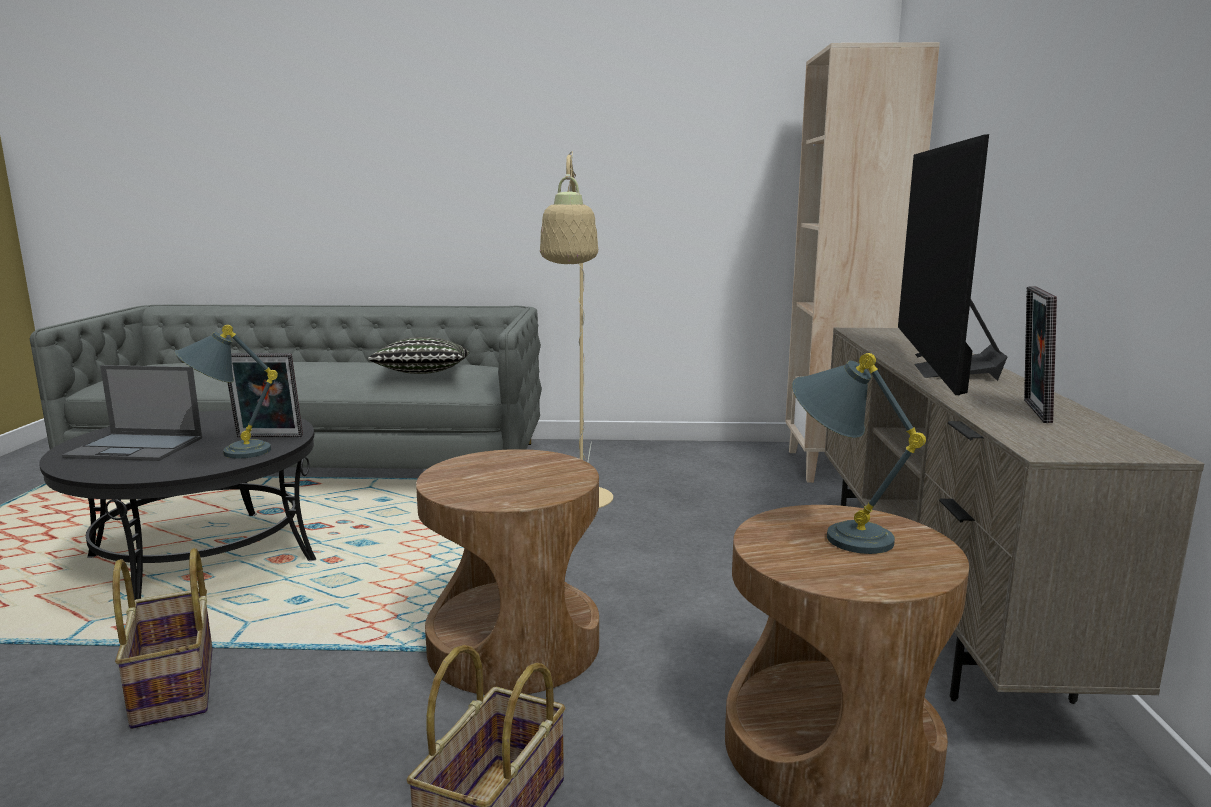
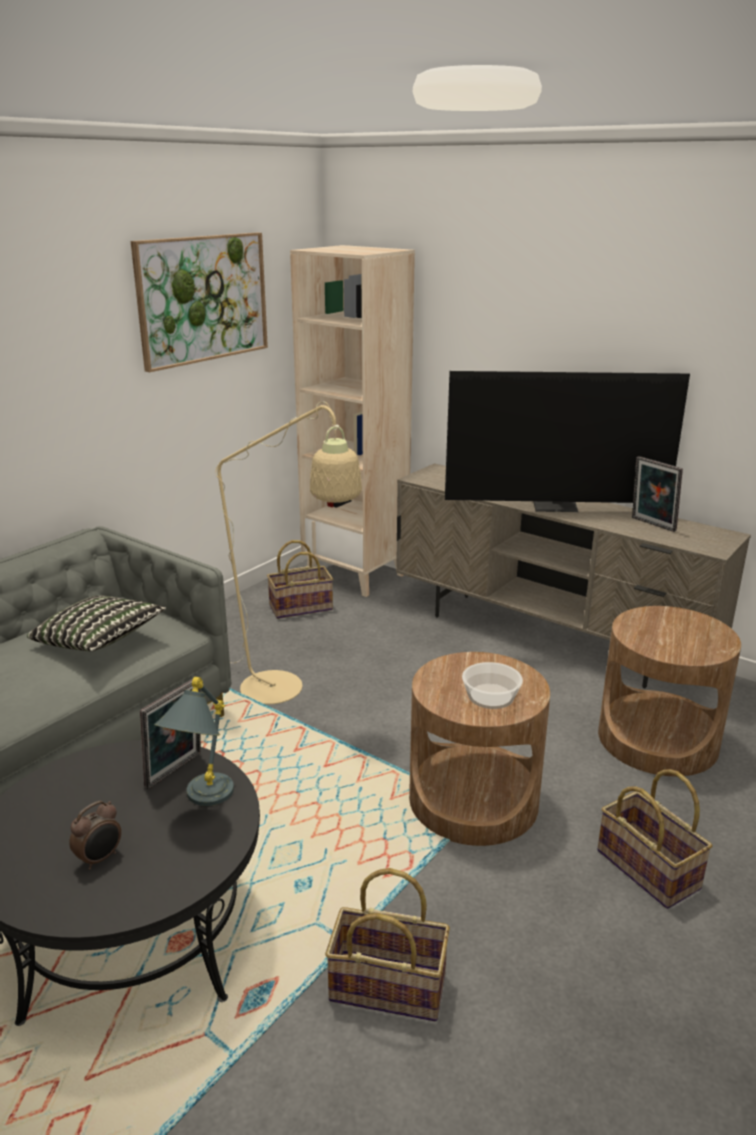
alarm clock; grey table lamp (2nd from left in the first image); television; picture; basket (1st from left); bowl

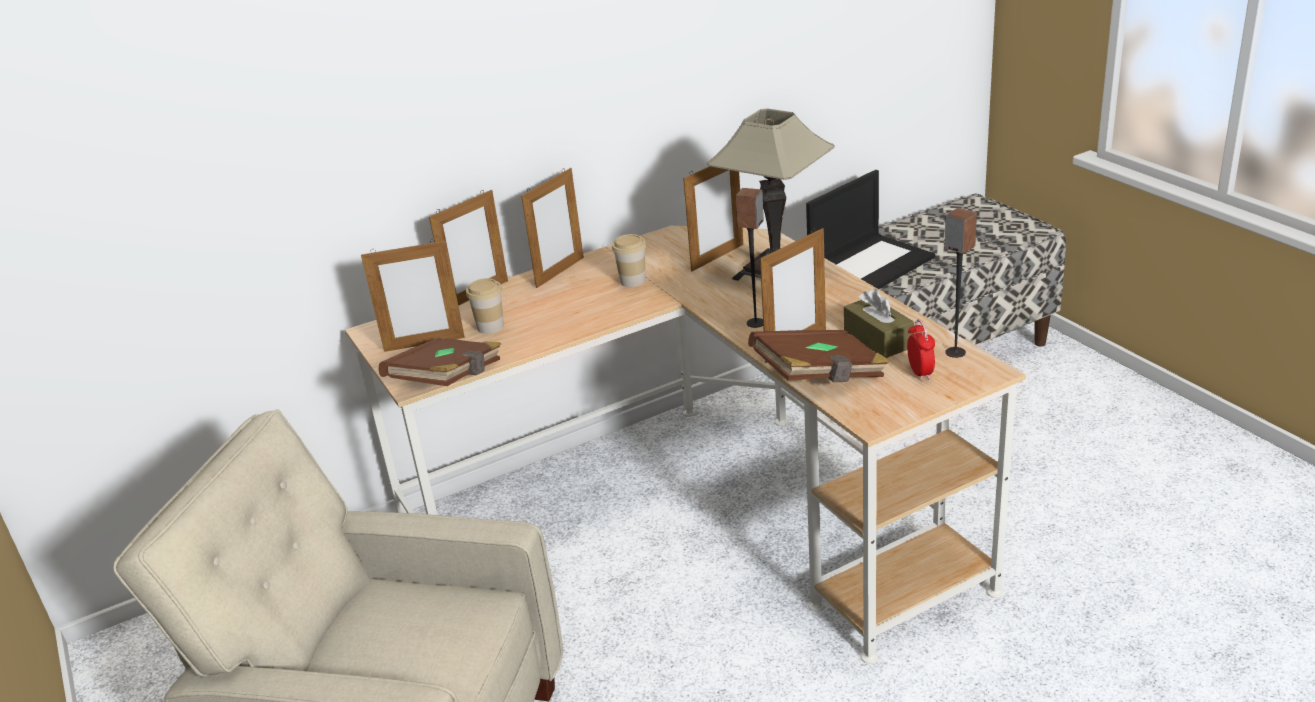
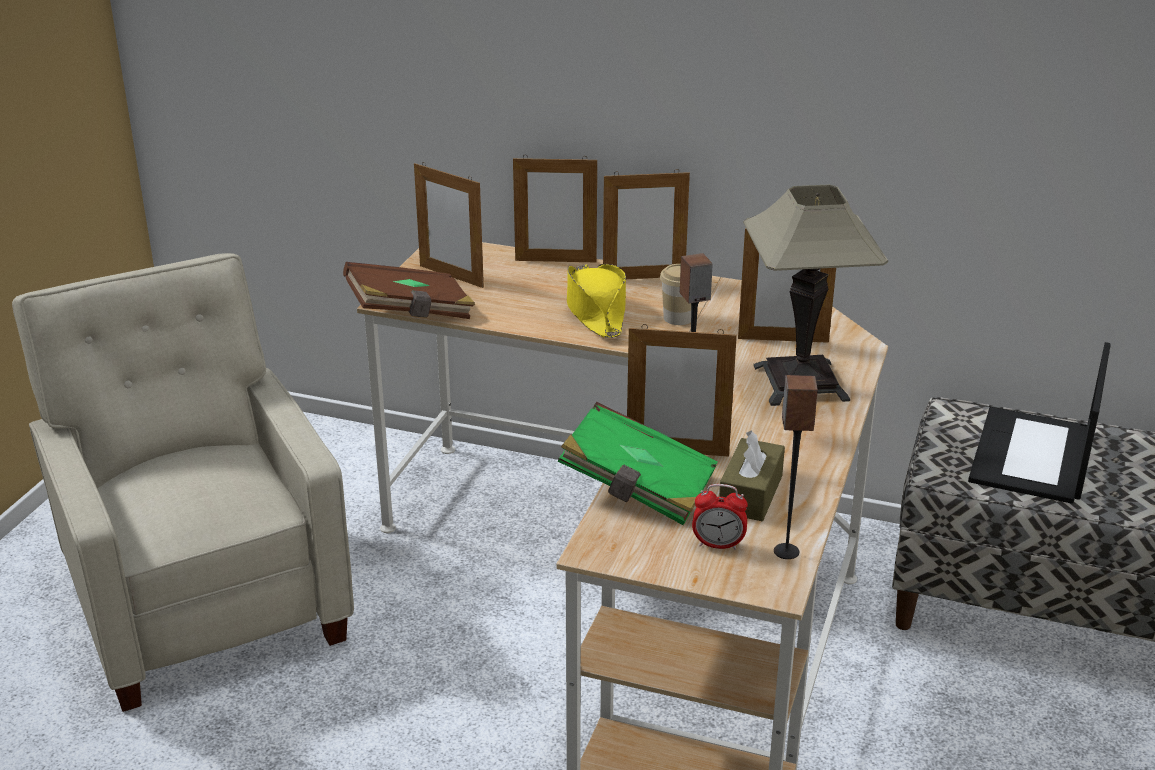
cup (1st from left in the first image); green book; laptop; alarm clock; yellow hat

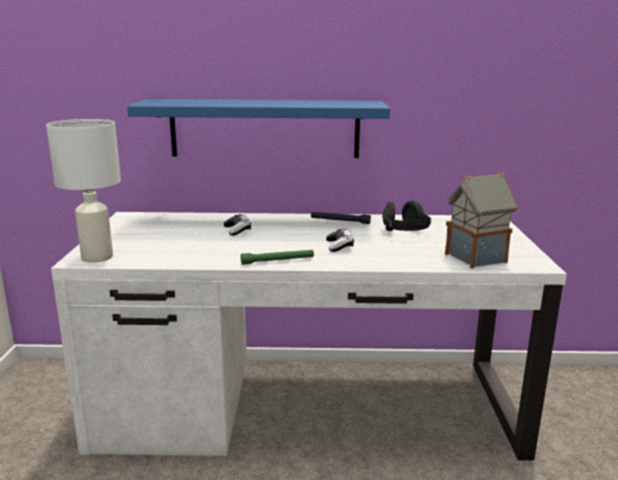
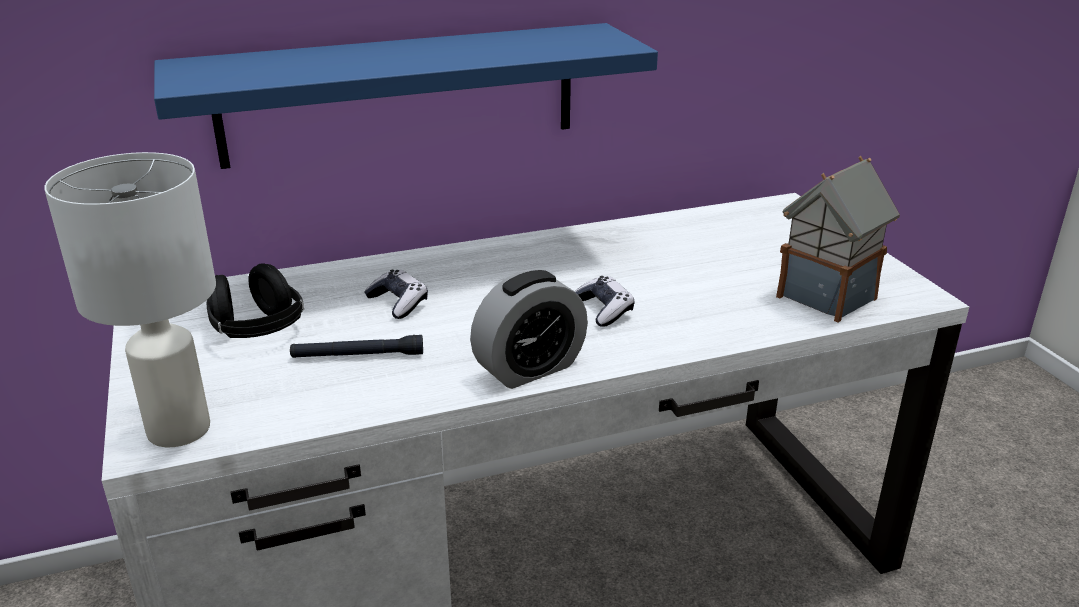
alarm clock; black flashlight; black headphones

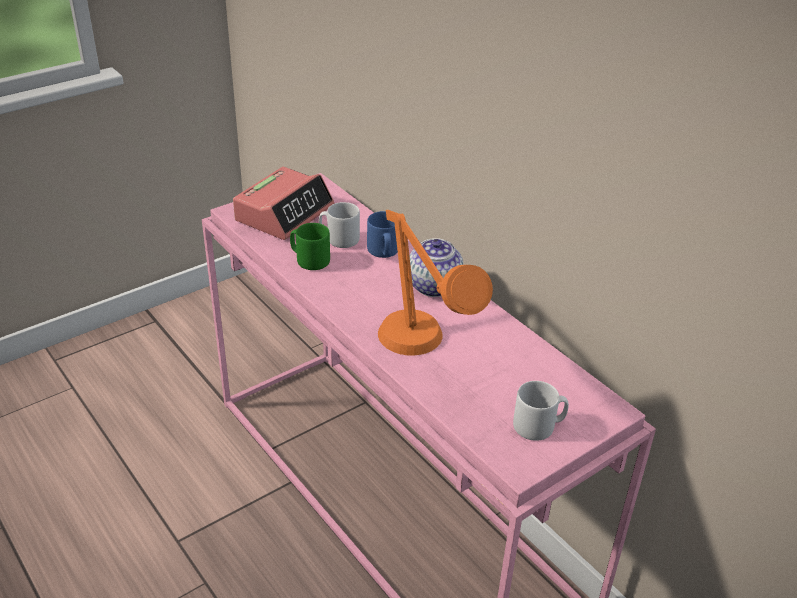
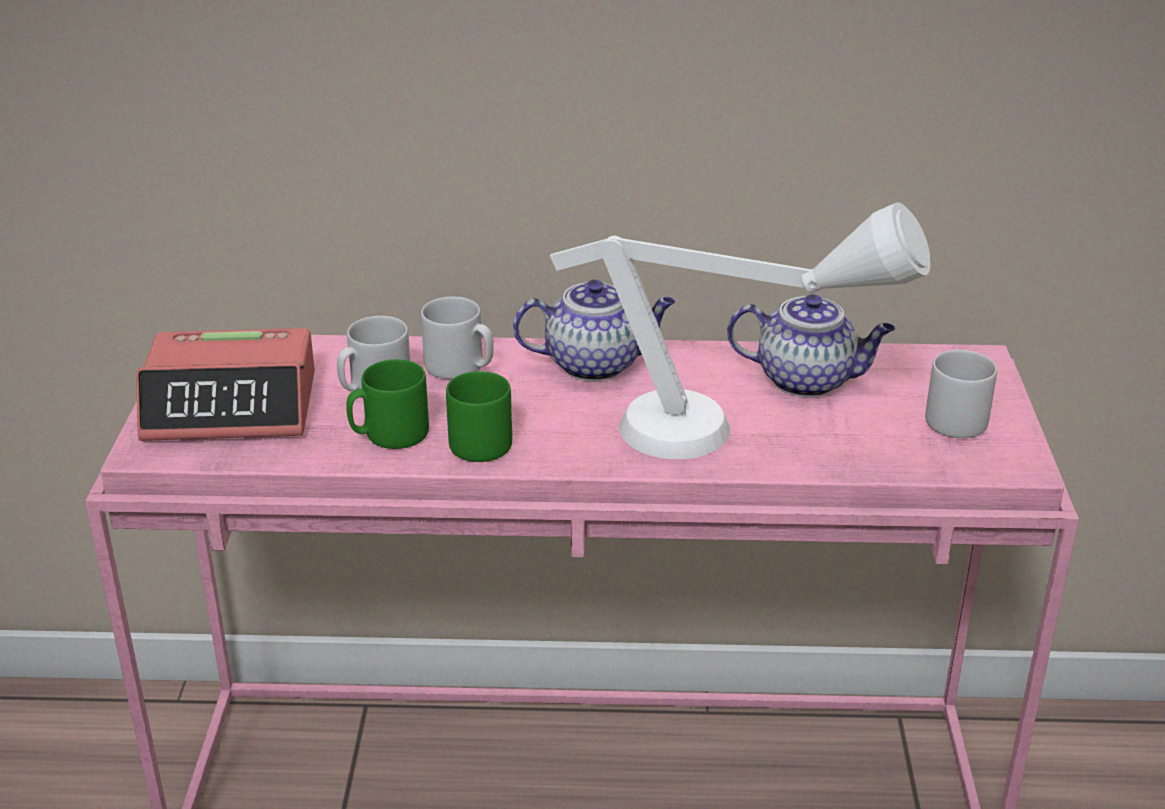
alarm clock; grey mug (2nd from left); white table lamp; green mug (2nd from left); teapot (2nd from left)

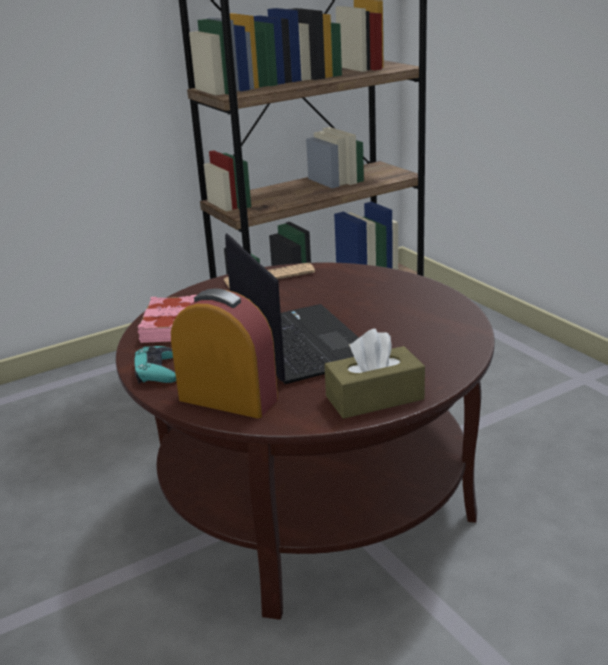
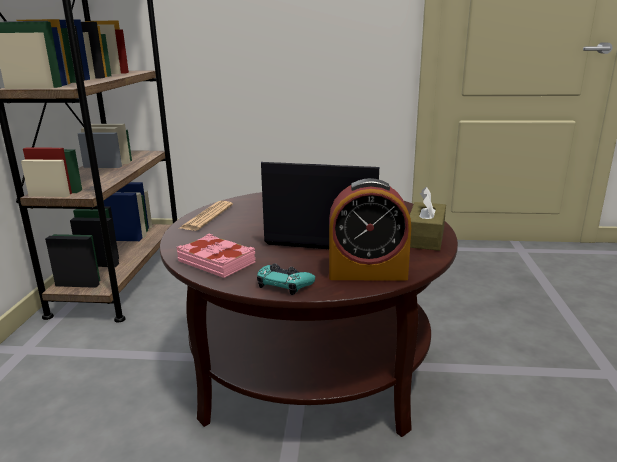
alarm clock

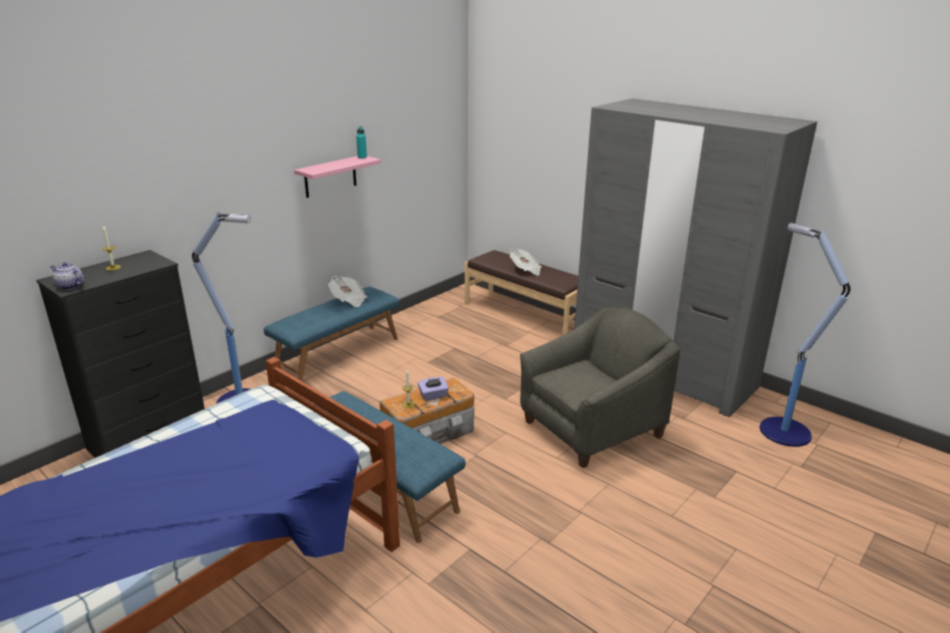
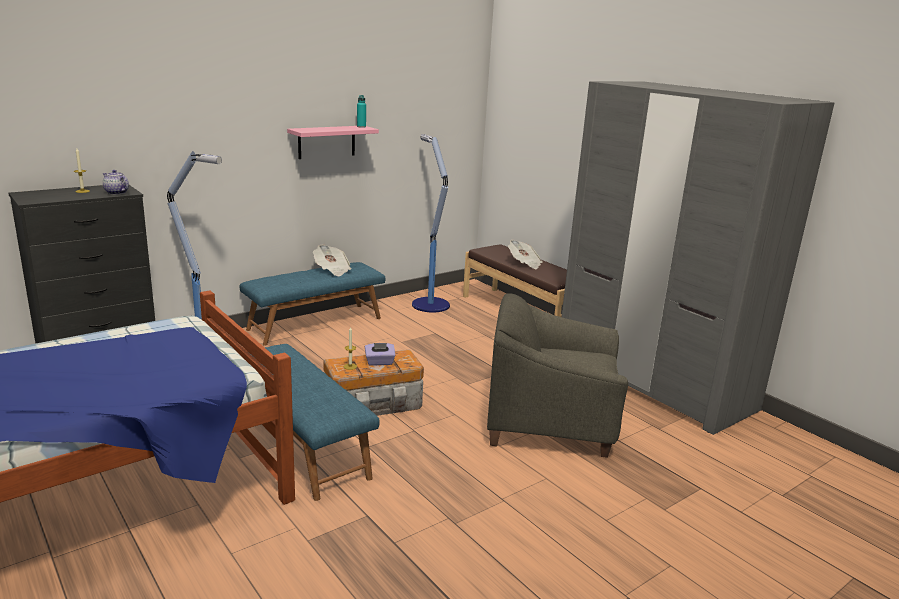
teapot; grey armchair; floor lamp (2nd from left)

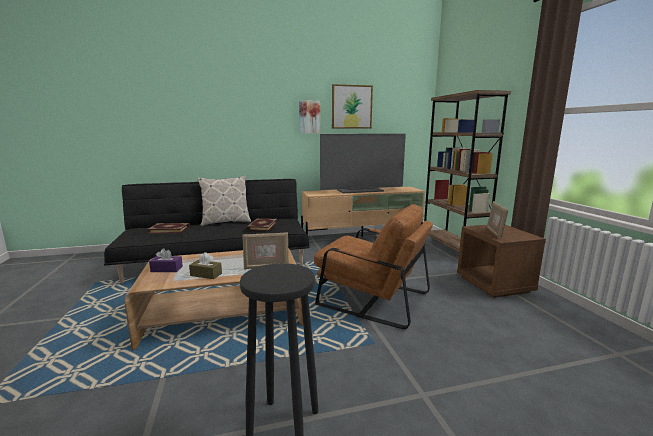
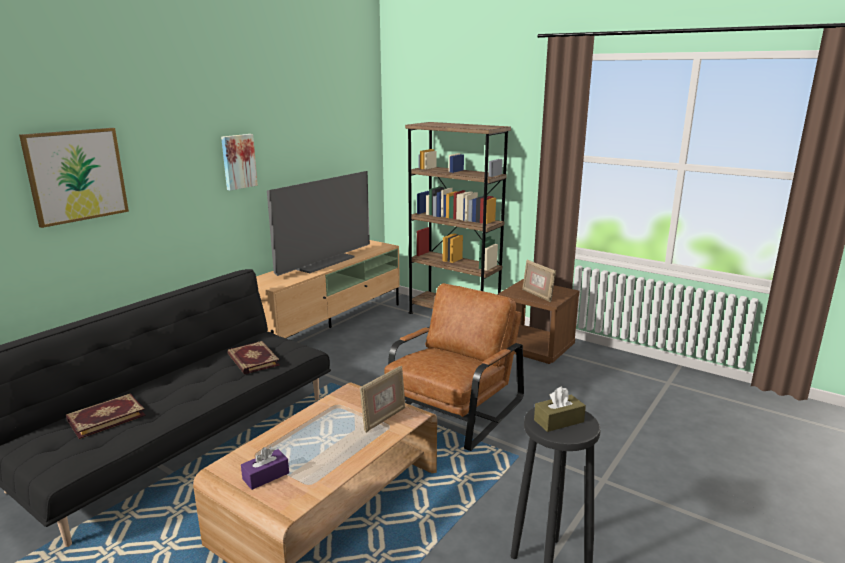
brown tissue box; pillow; brown armchair; picture (1st from left)

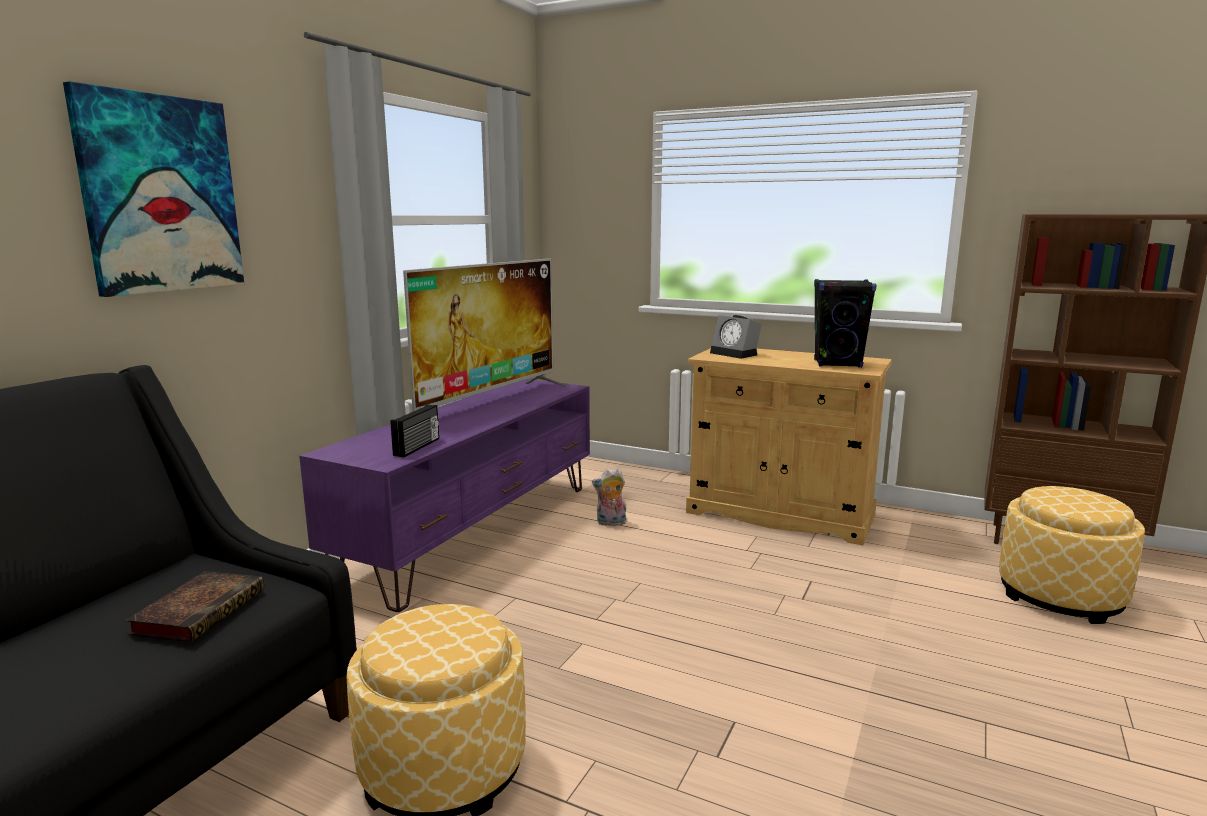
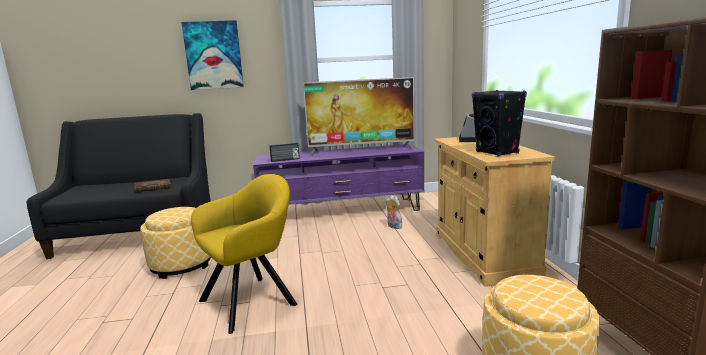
yellow armchair

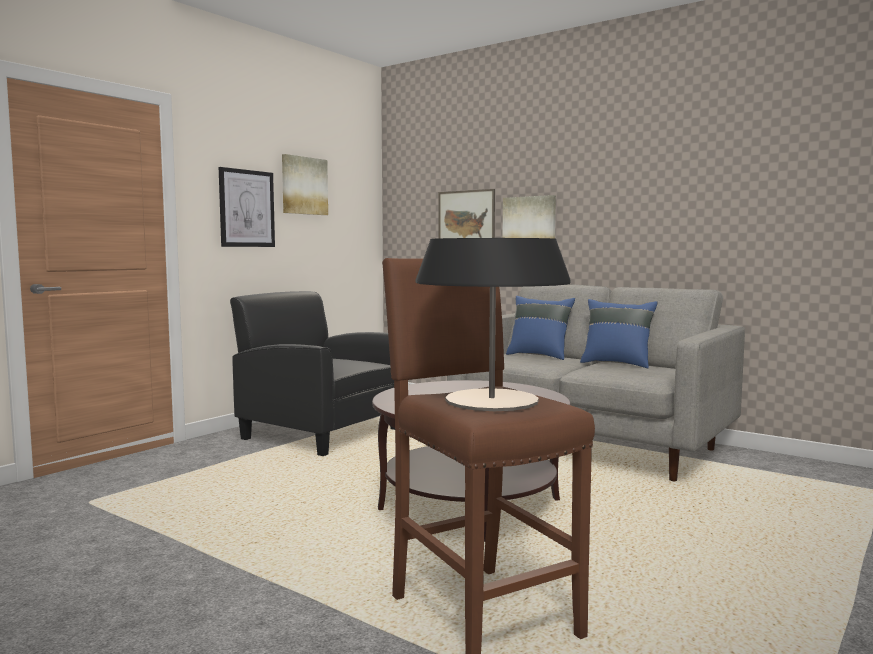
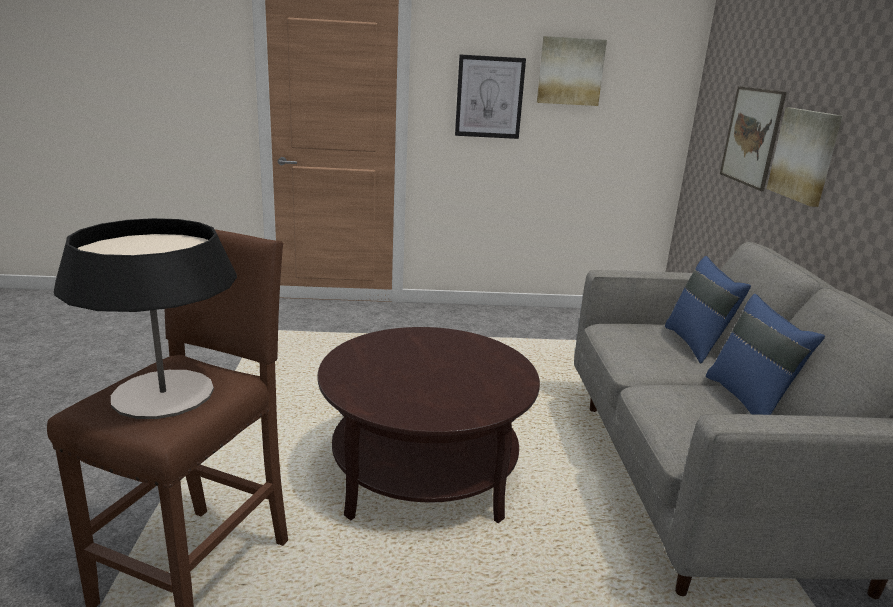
black armchair

